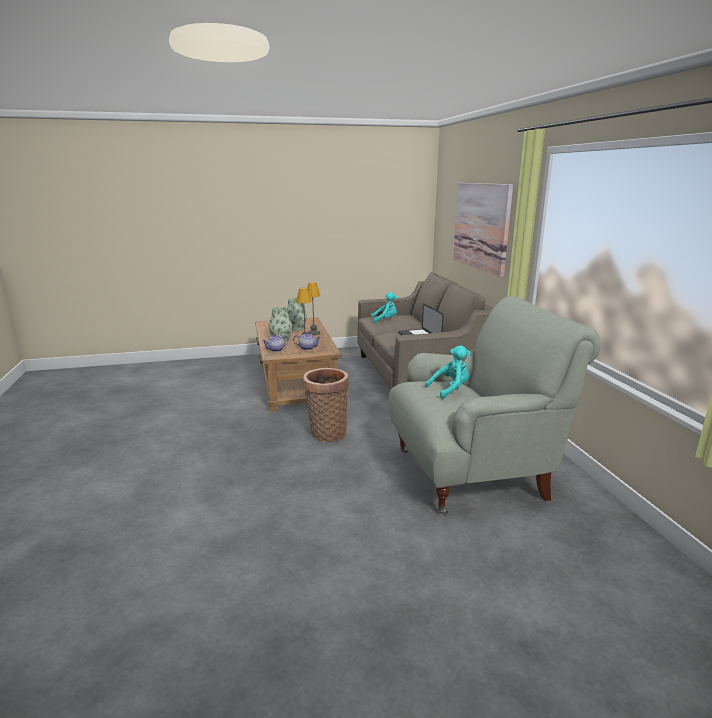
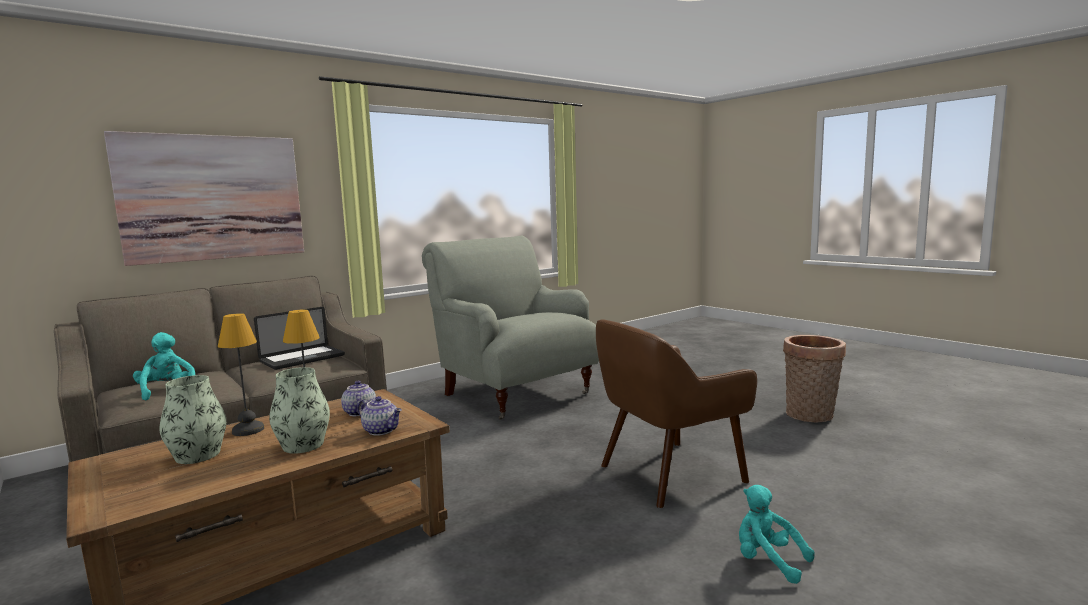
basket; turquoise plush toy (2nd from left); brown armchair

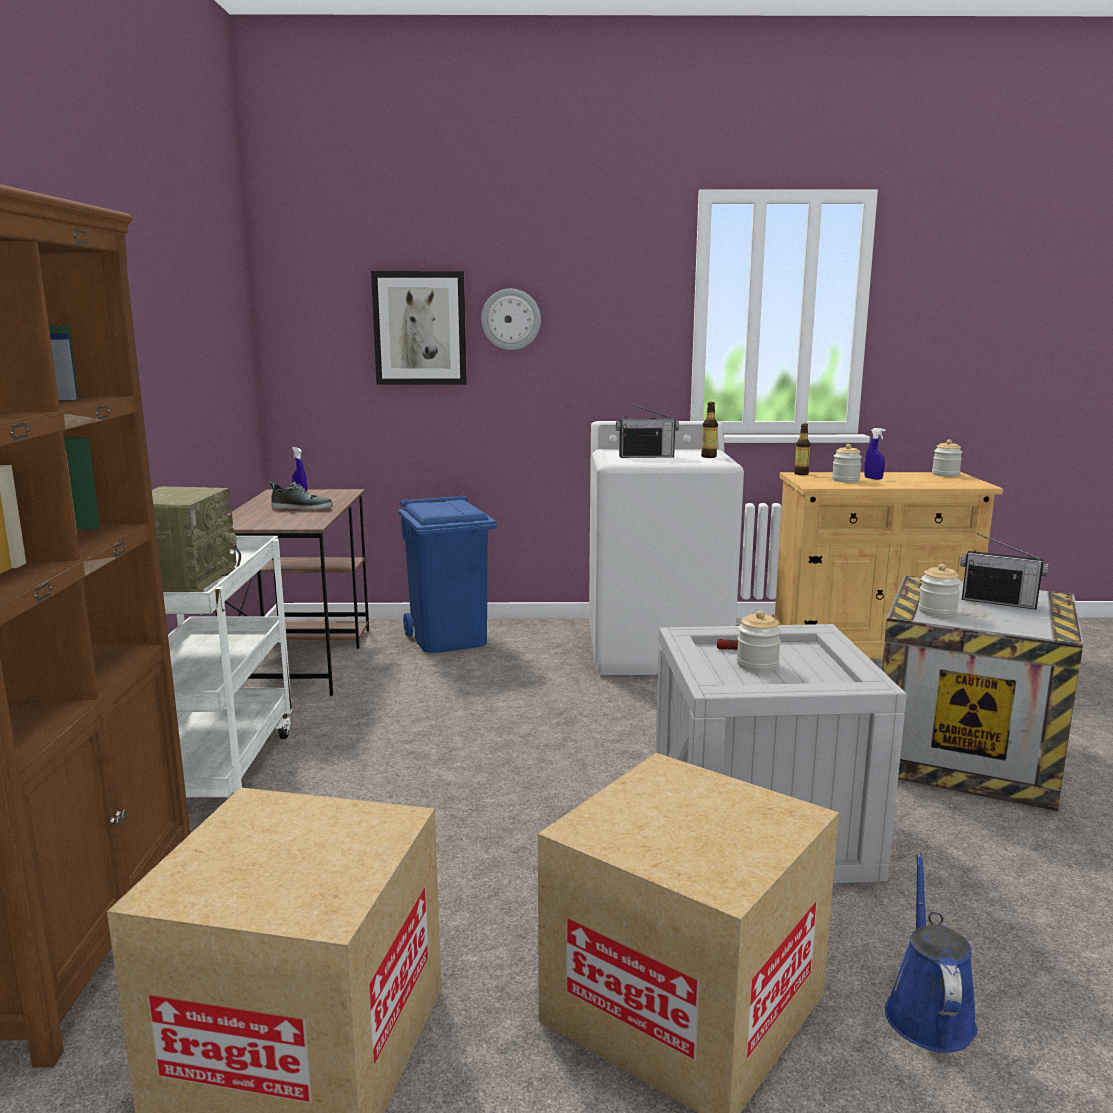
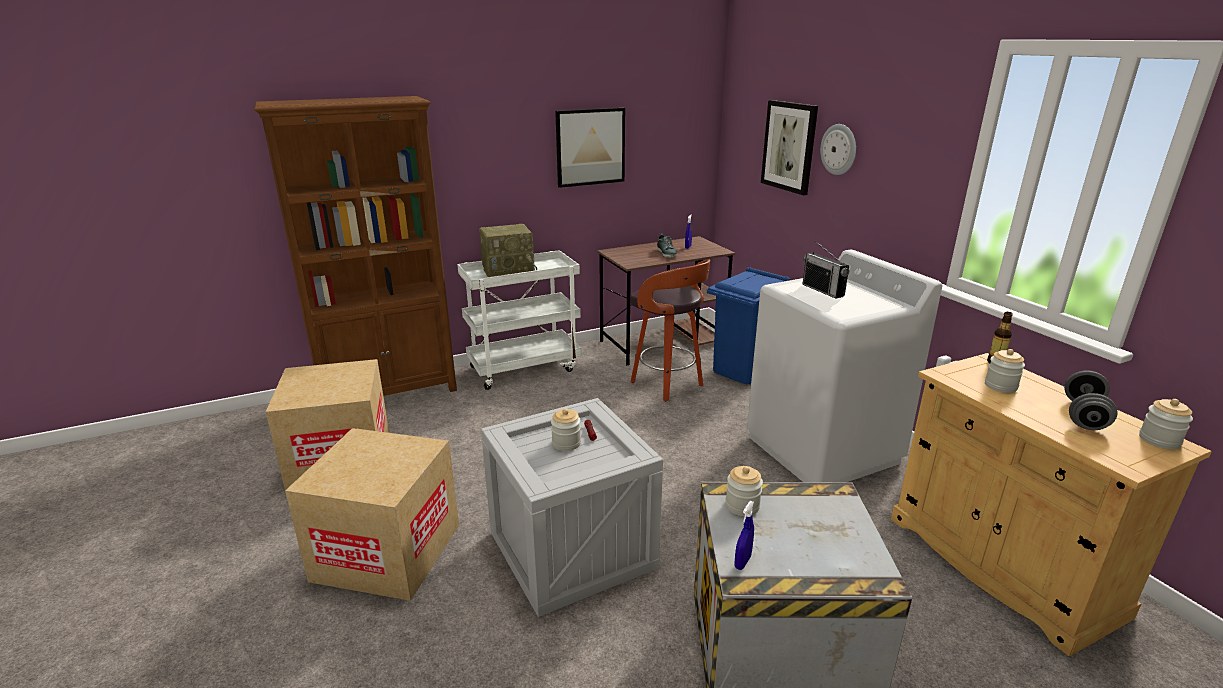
bottle (1st from left in the first image); blue spray bottle (2nd from left); blue watering can; radio (3rd from left in the first image); picture (1st from left); stool; grey dumbbell

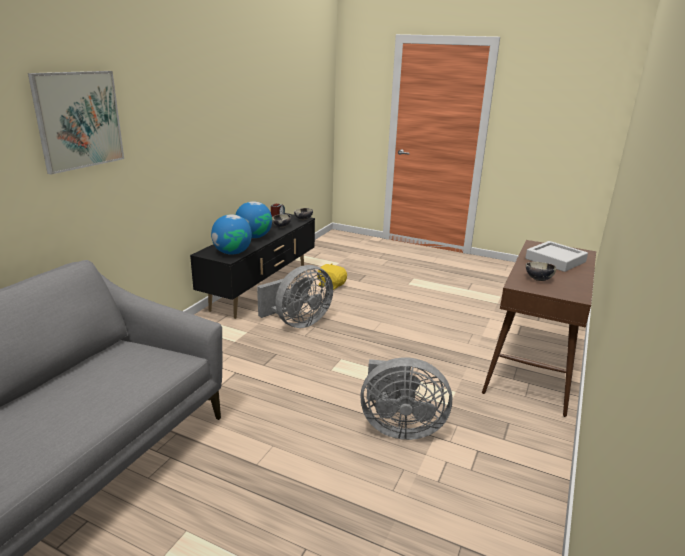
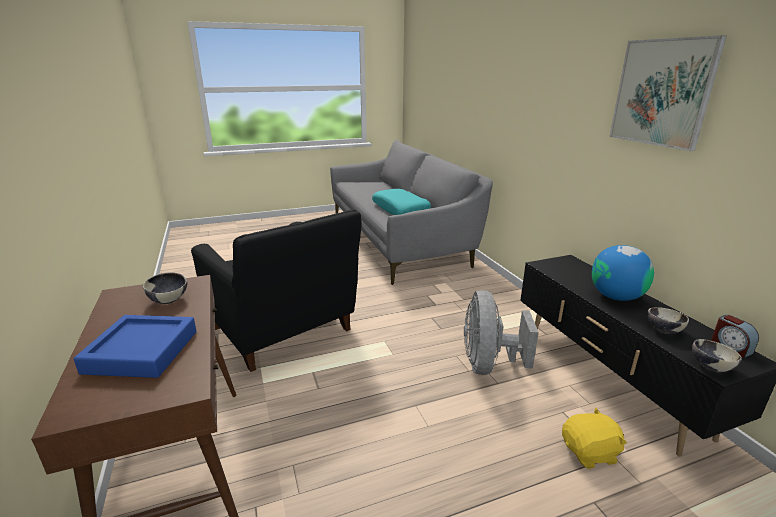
picture; globe (1st from left in the first image); black armchair; blue tray; turquoise pillow

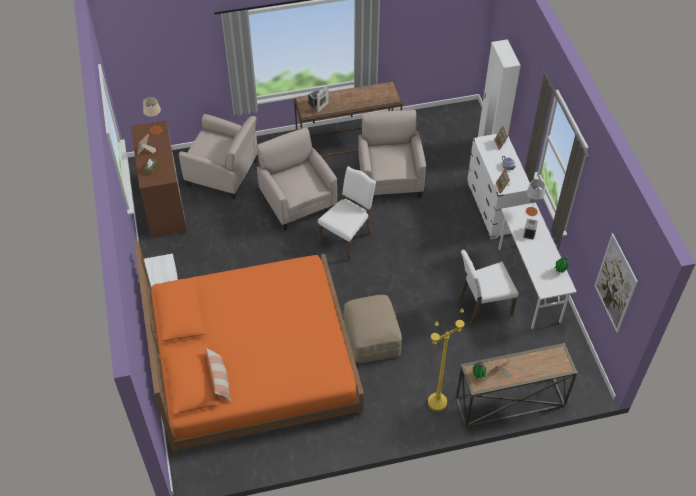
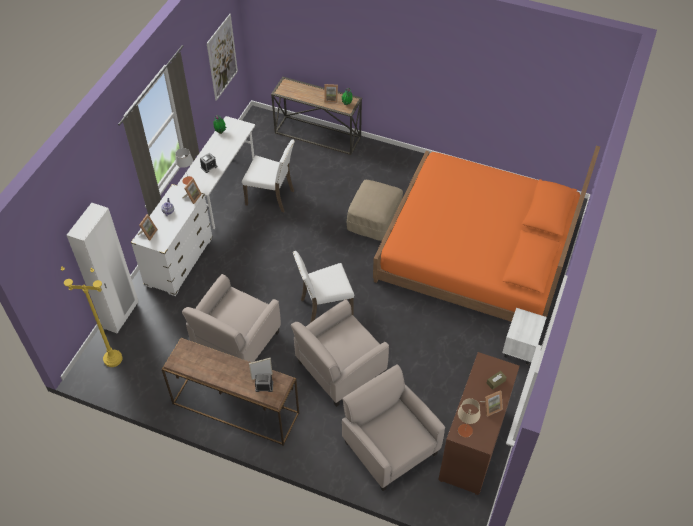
pillow; beige armchair (2nd from left); yellow floor lamp

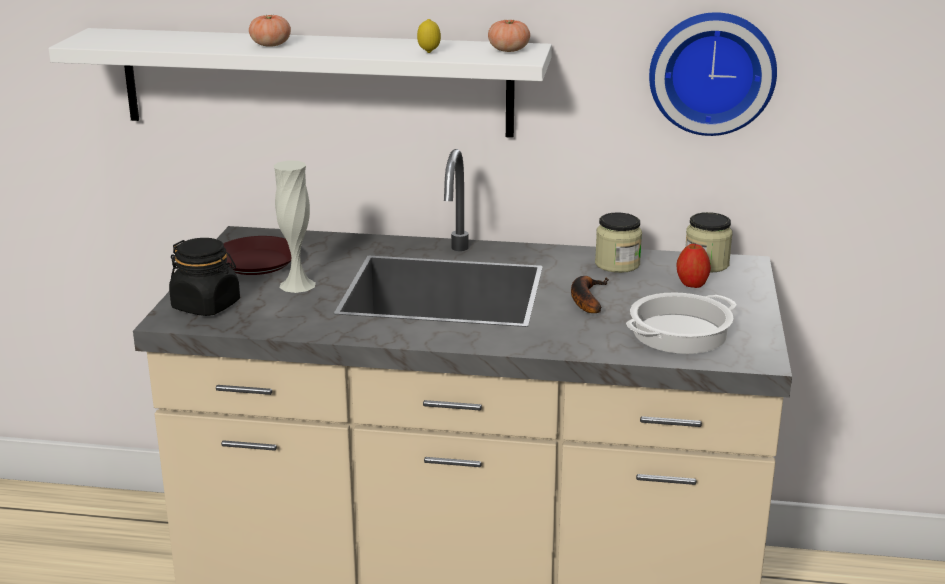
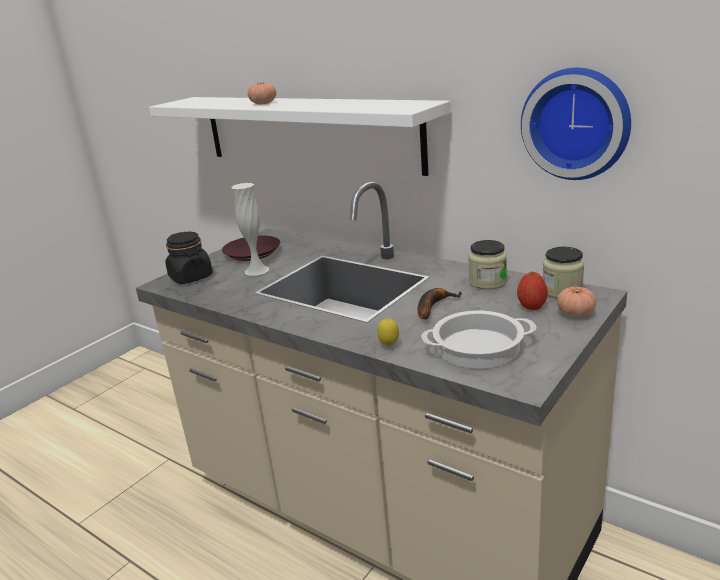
lemon; tomato (2nd from left)

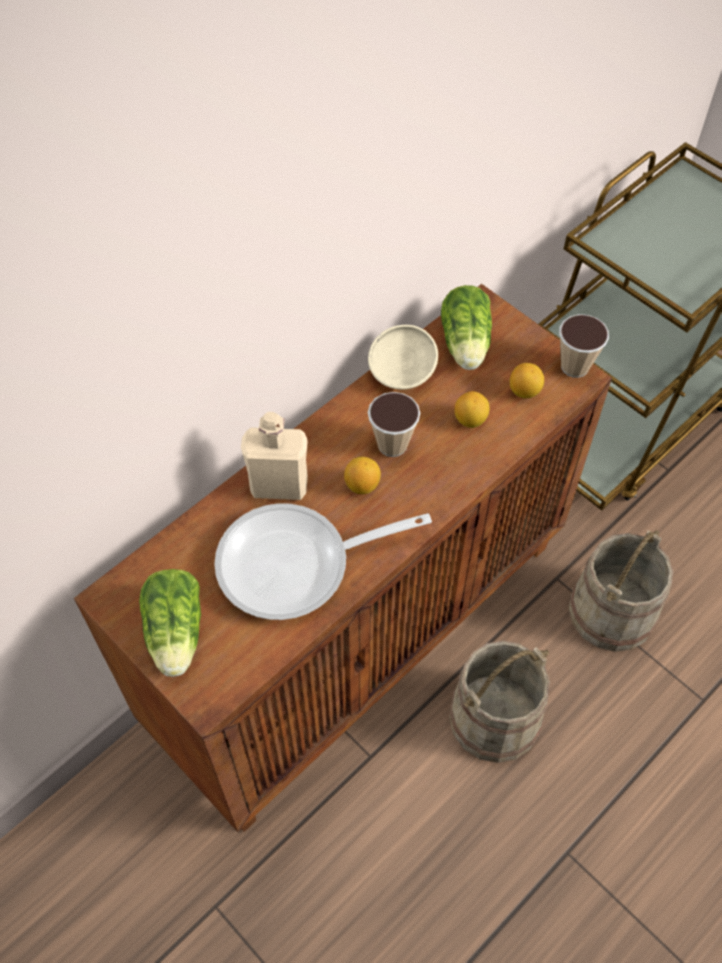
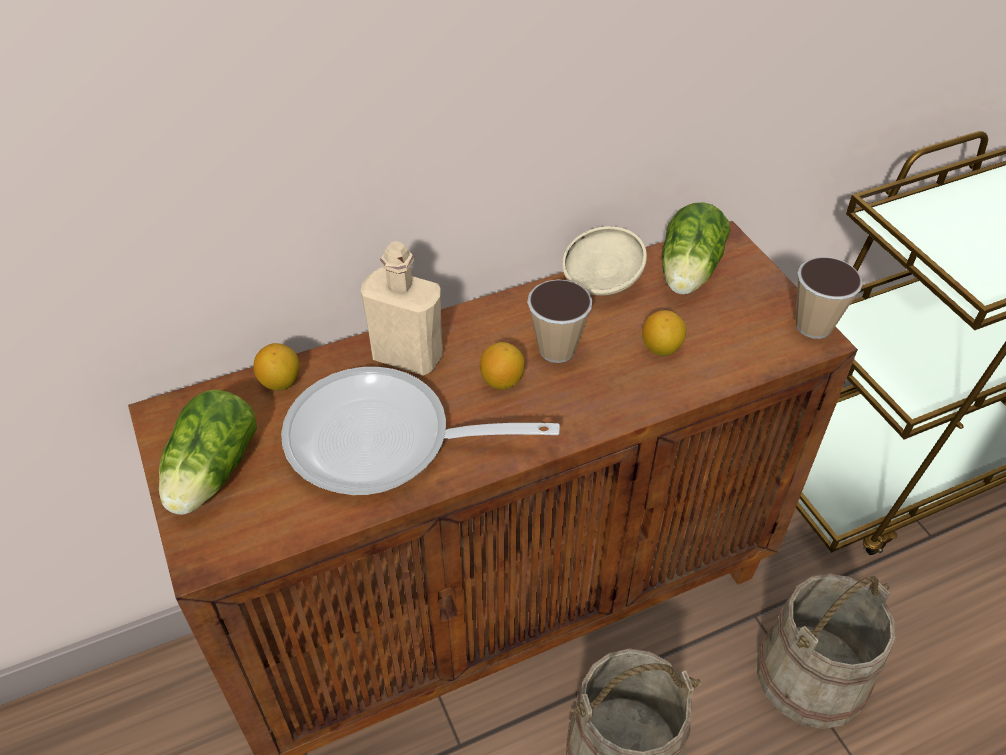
lemon (1st from left)

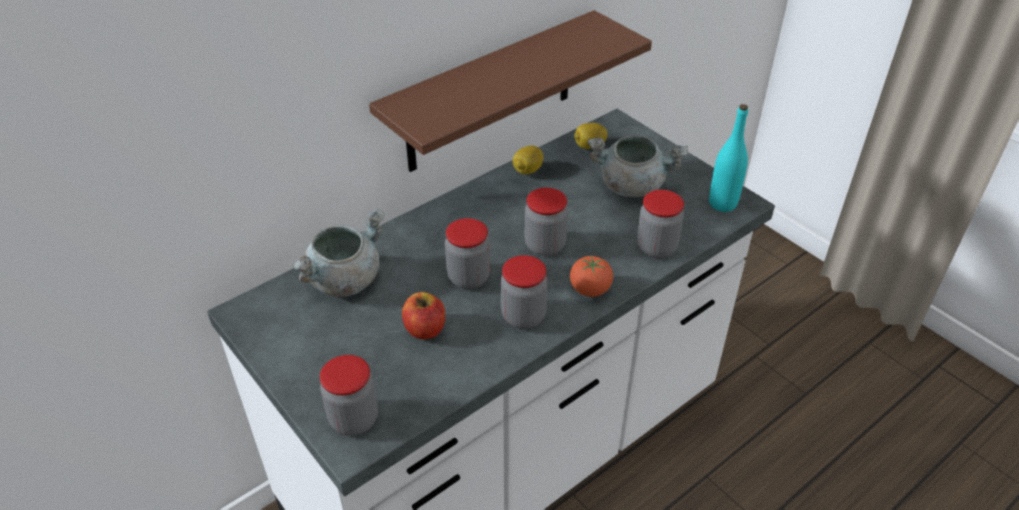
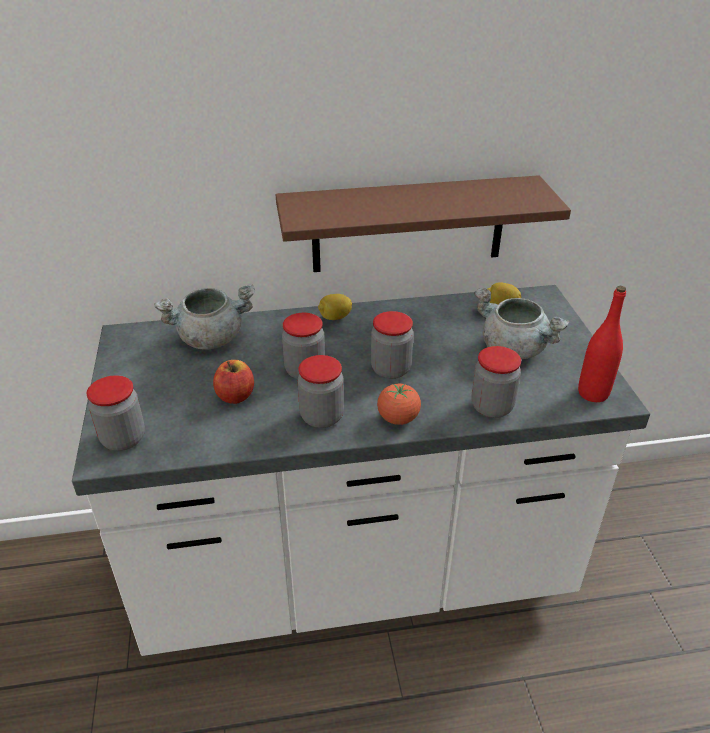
lemon (1st from left); red bottle

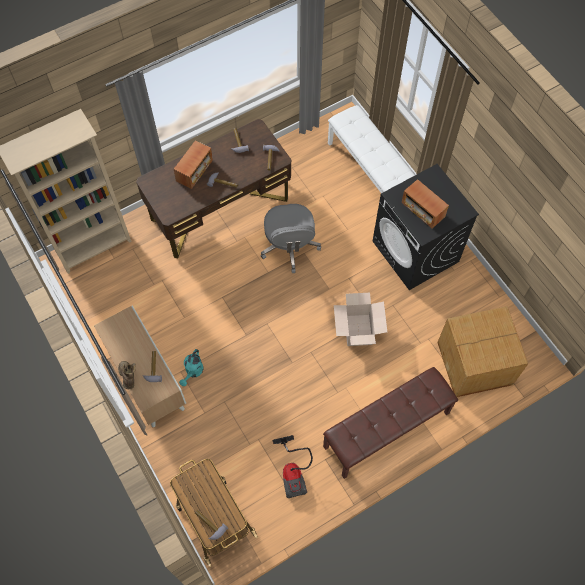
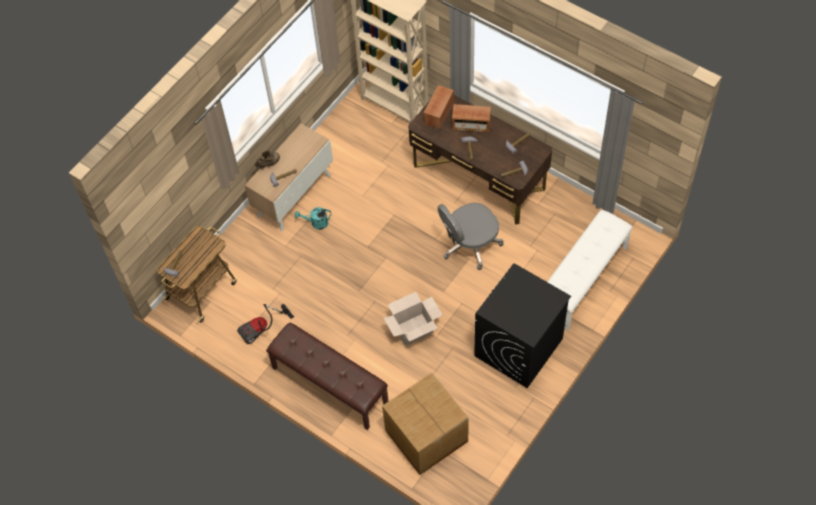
radio (1st from left)

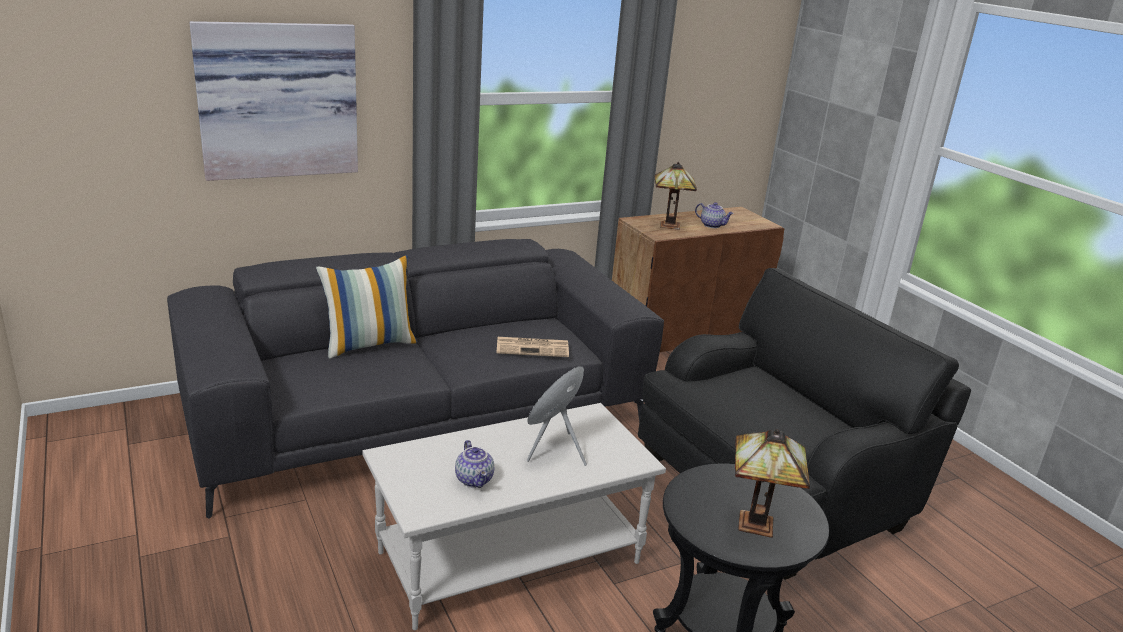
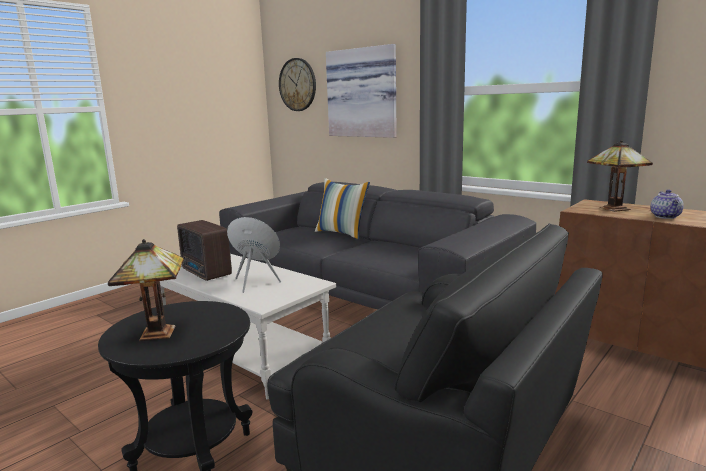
radio; newspaper; wall clock

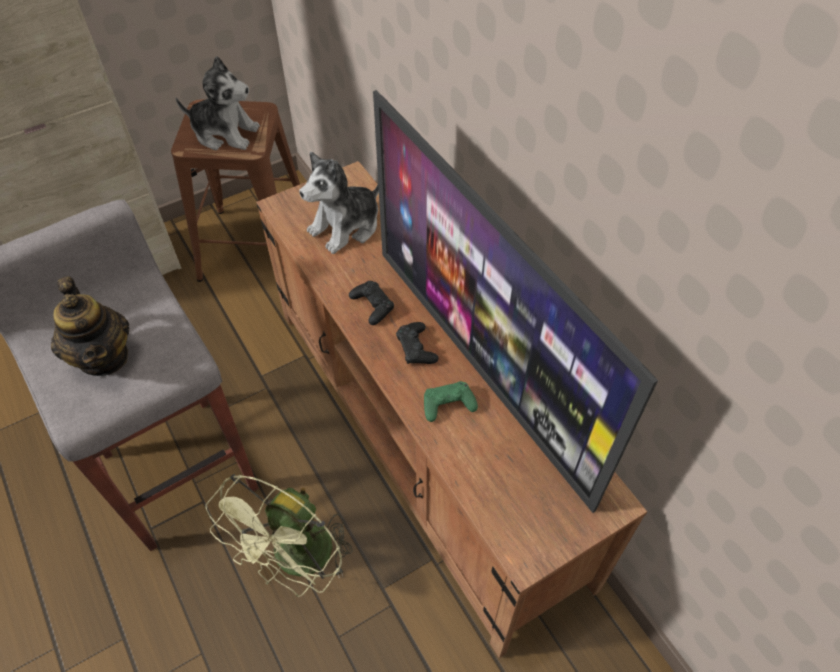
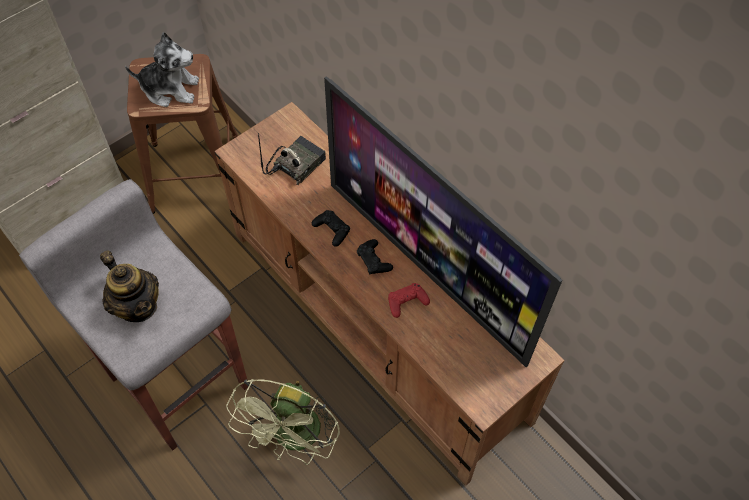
radio; red game controller

